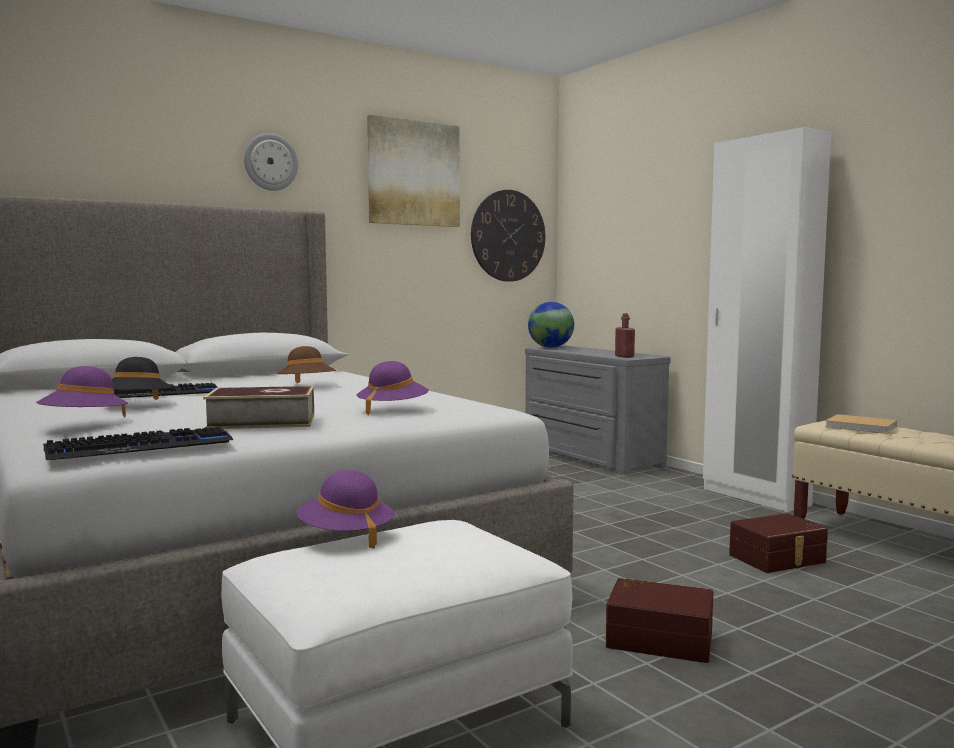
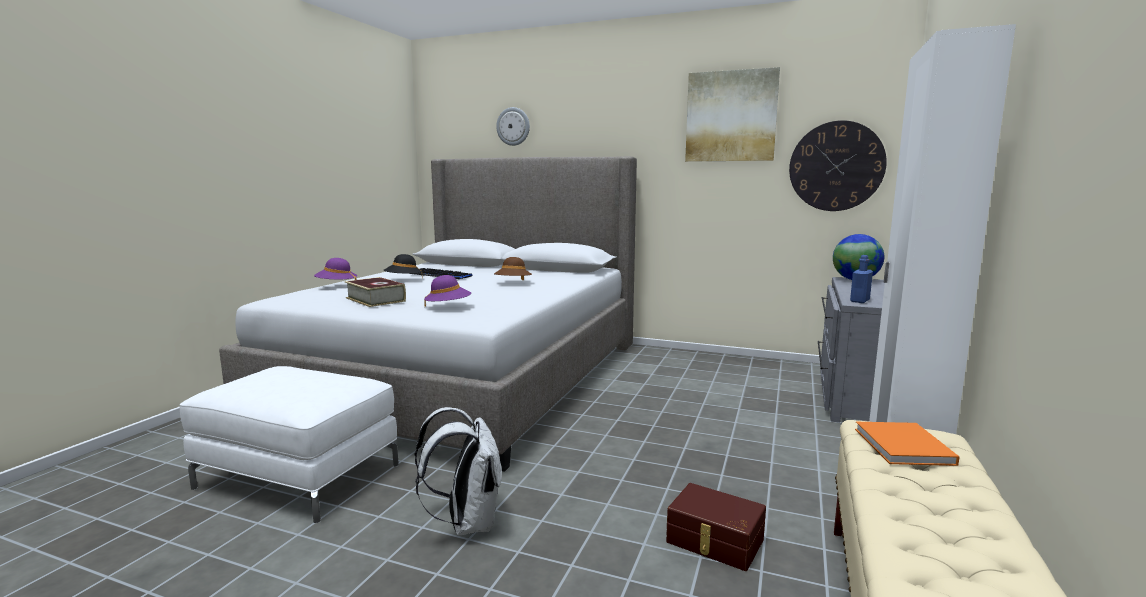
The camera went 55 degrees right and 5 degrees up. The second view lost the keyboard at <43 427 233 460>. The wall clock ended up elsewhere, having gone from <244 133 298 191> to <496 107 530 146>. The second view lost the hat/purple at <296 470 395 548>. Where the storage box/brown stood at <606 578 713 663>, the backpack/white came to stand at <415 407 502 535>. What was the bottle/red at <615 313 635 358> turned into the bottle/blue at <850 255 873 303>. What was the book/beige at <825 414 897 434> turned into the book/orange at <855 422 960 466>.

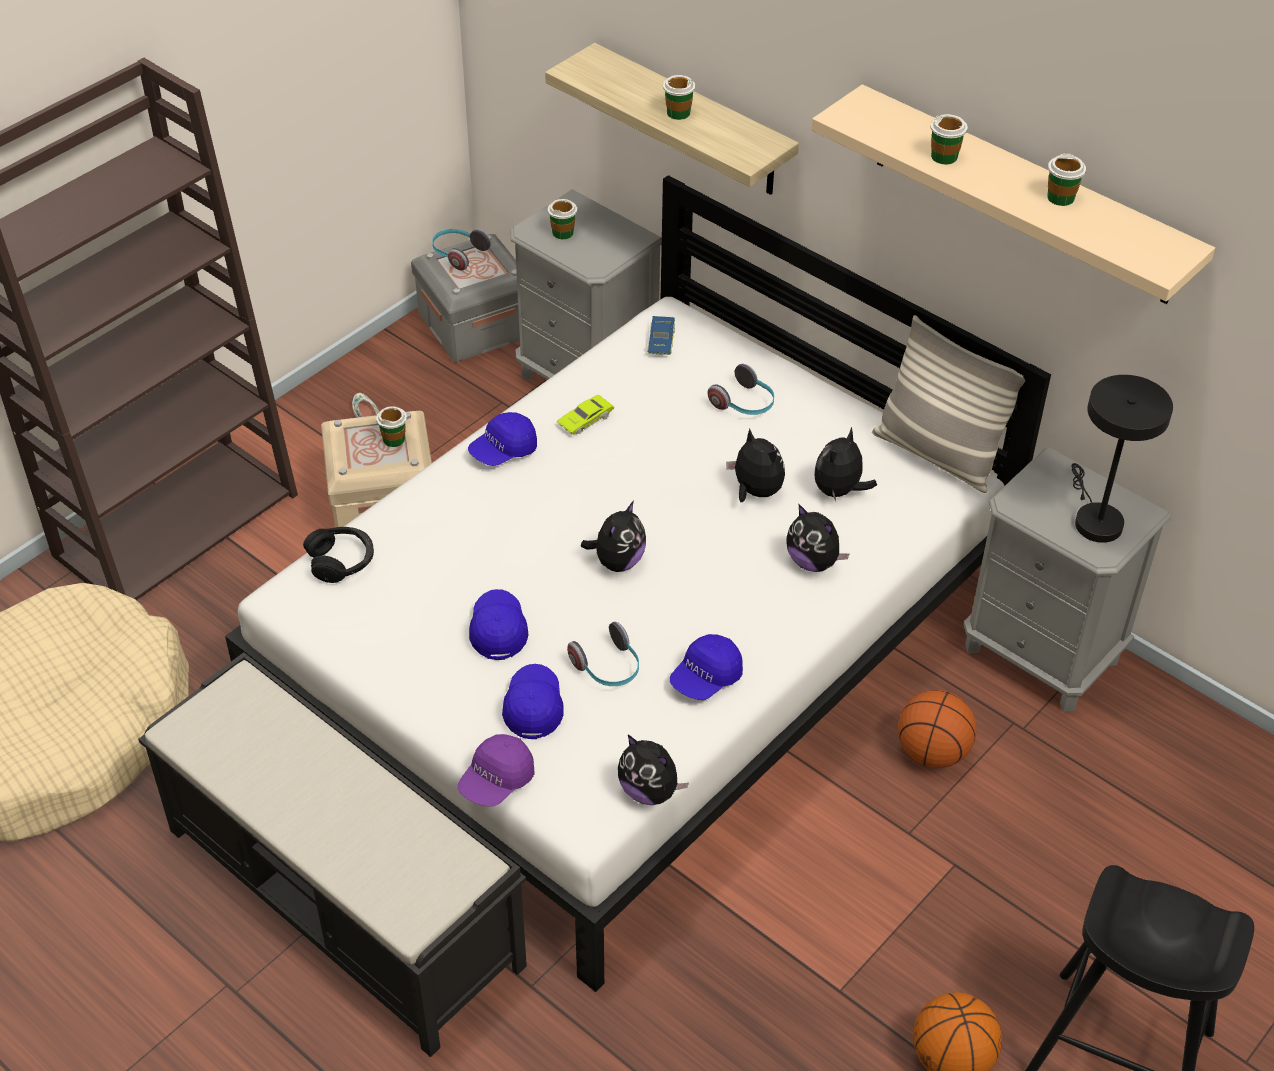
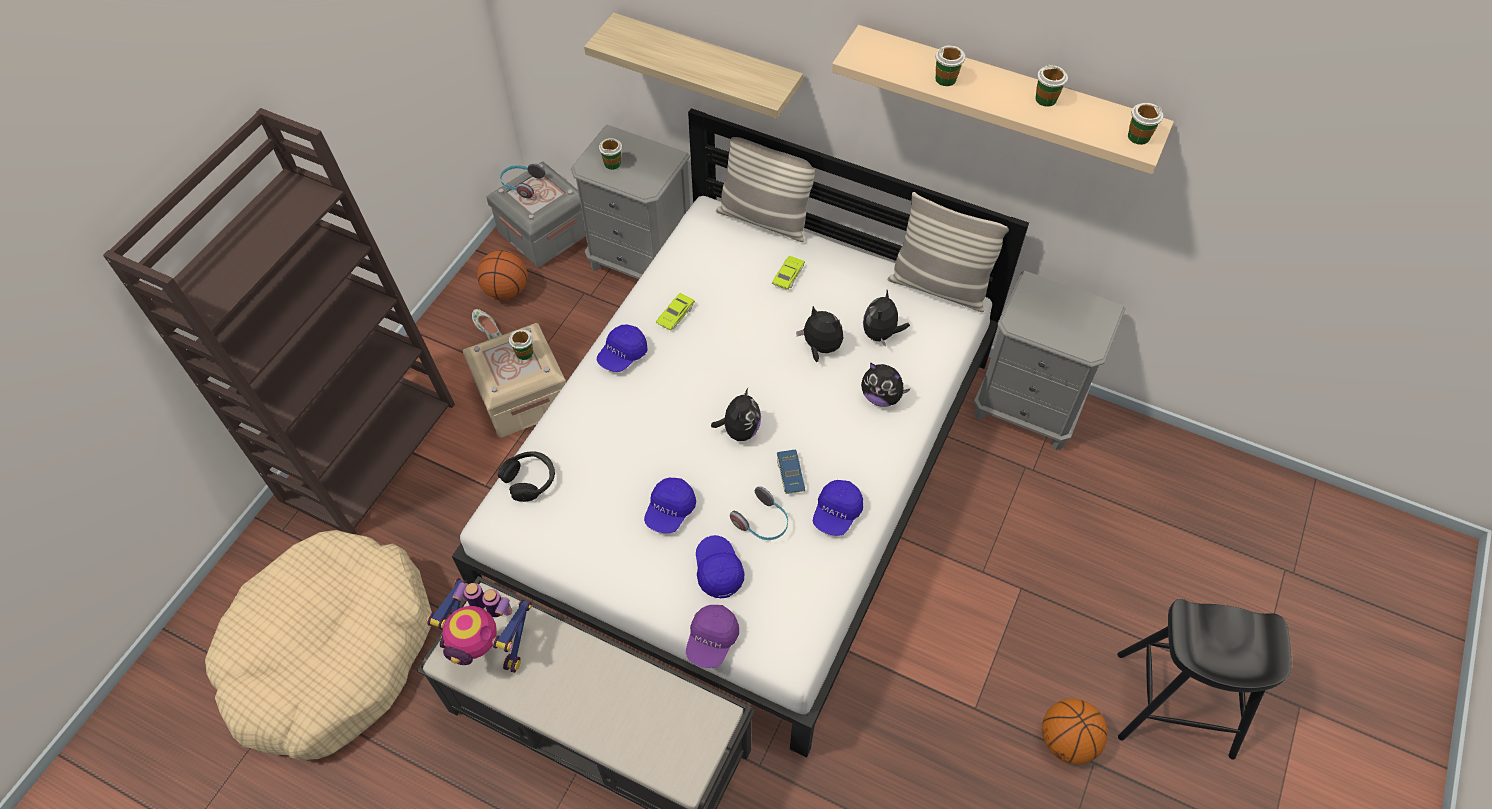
The camera went 15 degrees left and 10 degrees up. The cap/blue at <469 589 529 660> ended up facing another way, 135 degrees counterclockwise from before. The second view lost the plush toy at <618 735 689 805>. The toy car/blue ended up elsewhere, having gone from <647 316 675 355> to <777 449 805 494>. The cup ended up elsewhere, having gone from <663 75 695 120> to <1128 103 1163 145>. Where the headphones stood at <707 364 774 415>, the toy car/green came to stand at <772 256 805 290>. The basketball ended up elsewhere, having gone from <898 690 976 768> to <477 250 528 300>. The second view lost the table lamp/black at <1071 375 1173 543>. The second view gained the toy robot at <426 578 532 673>. The second view gained the pillow at <716 137 815 242>.

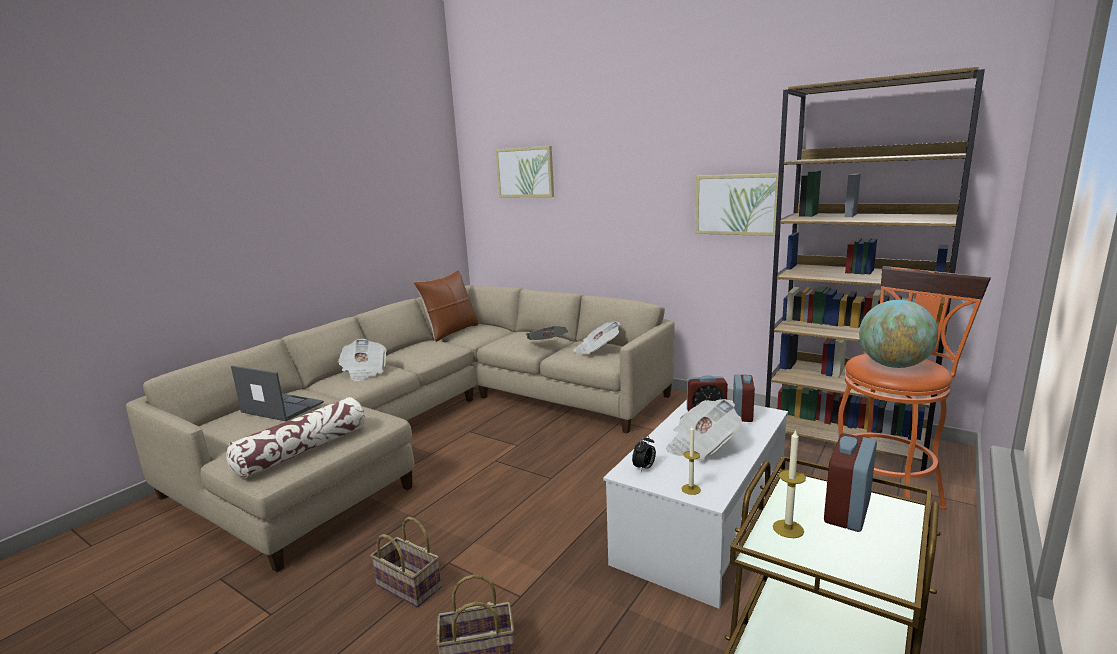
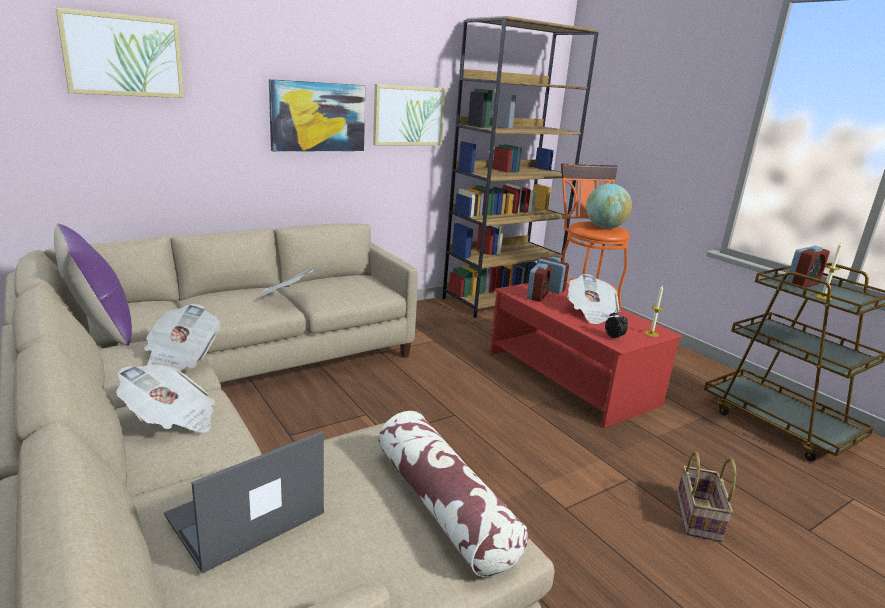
The camera went 70 degrees left and 5 degrees up. The second view lost the basket at <371 517 441 608>. What was the pillow/brown at <413 270 478 342> turned into the pillow/purple at <54 223 132 345>. The newspaper ended up elsewhere, having gone from <573 321 620 355> to <144 304 221 370>. What was the coffee table/white at <603 400 788 609> turned into the coffee table/red at <490 283 683 428>. The alarm clock at <824 433 877 532> ended up facing another way, 90 degrees counterclockwise from before. The second view gained the picture at <269 79 365 152>.

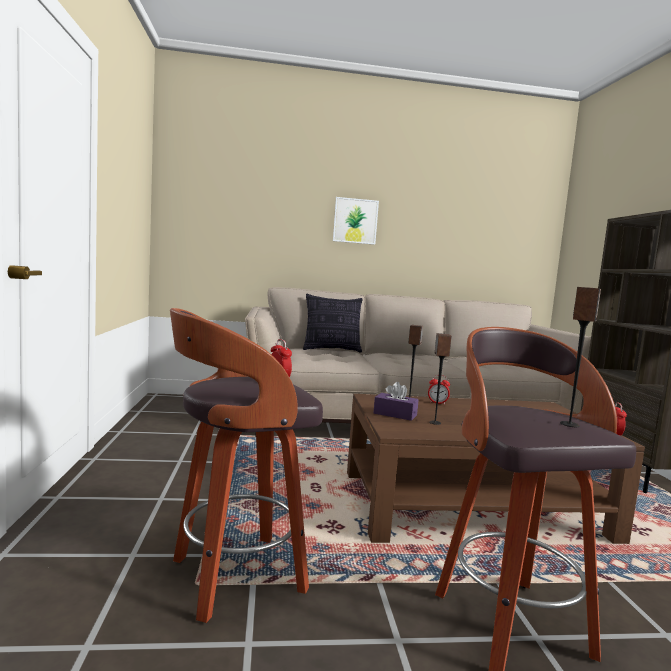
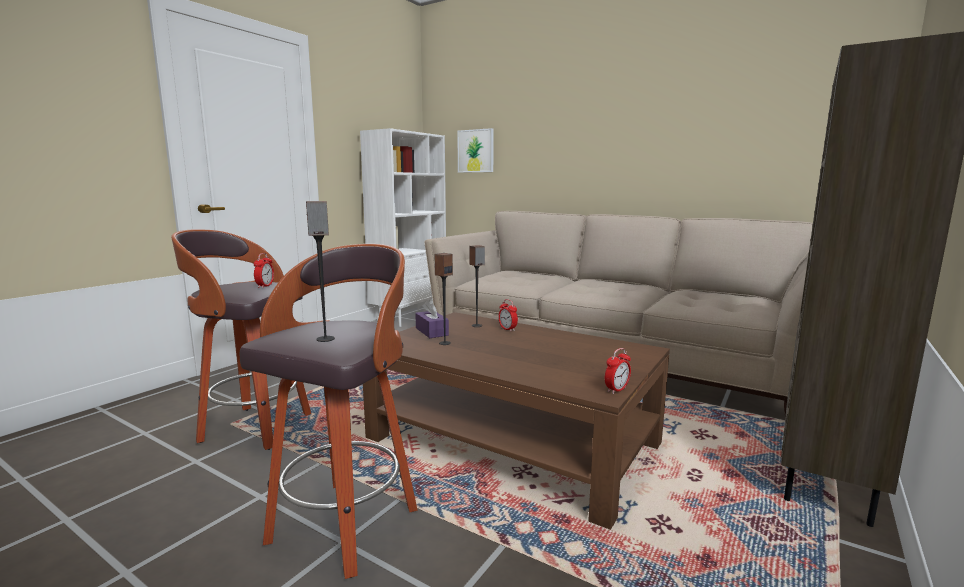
The camera went 40 degrees right and 5 degrees up. The second view lost the pillow at <303 294 363 353>. The picture ended up elsewhere, having gone from <333 197 379 245> to <457 128 494 173>. The second view gained the bookcase/white at <360 128 446 327>.

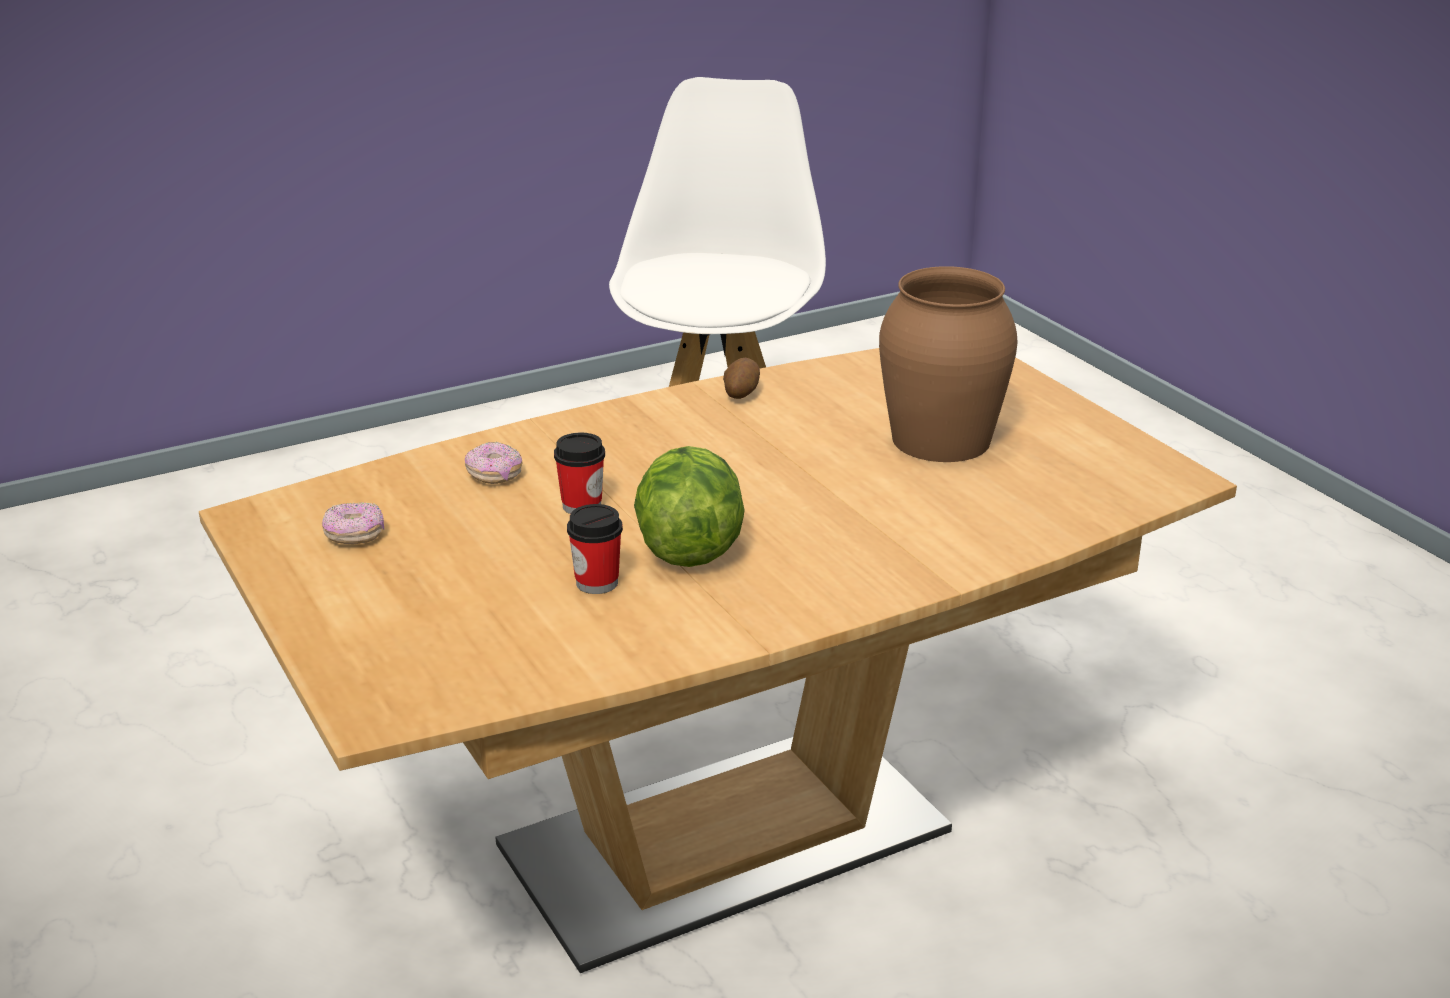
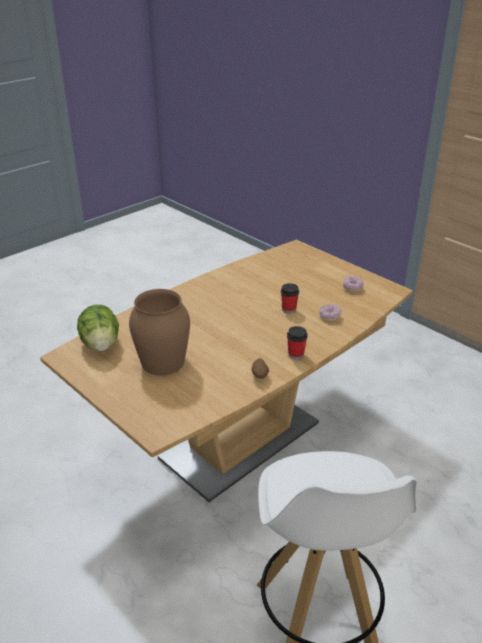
The camera went 165 degrees right and 5 degrees up. The cup ended up elsewhere, having gone from <567 504 623 594> to <287 326 308 359>. The lettuce ended up elsewhere, having gone from <634 446 745 567> to <77 305 119 351>.

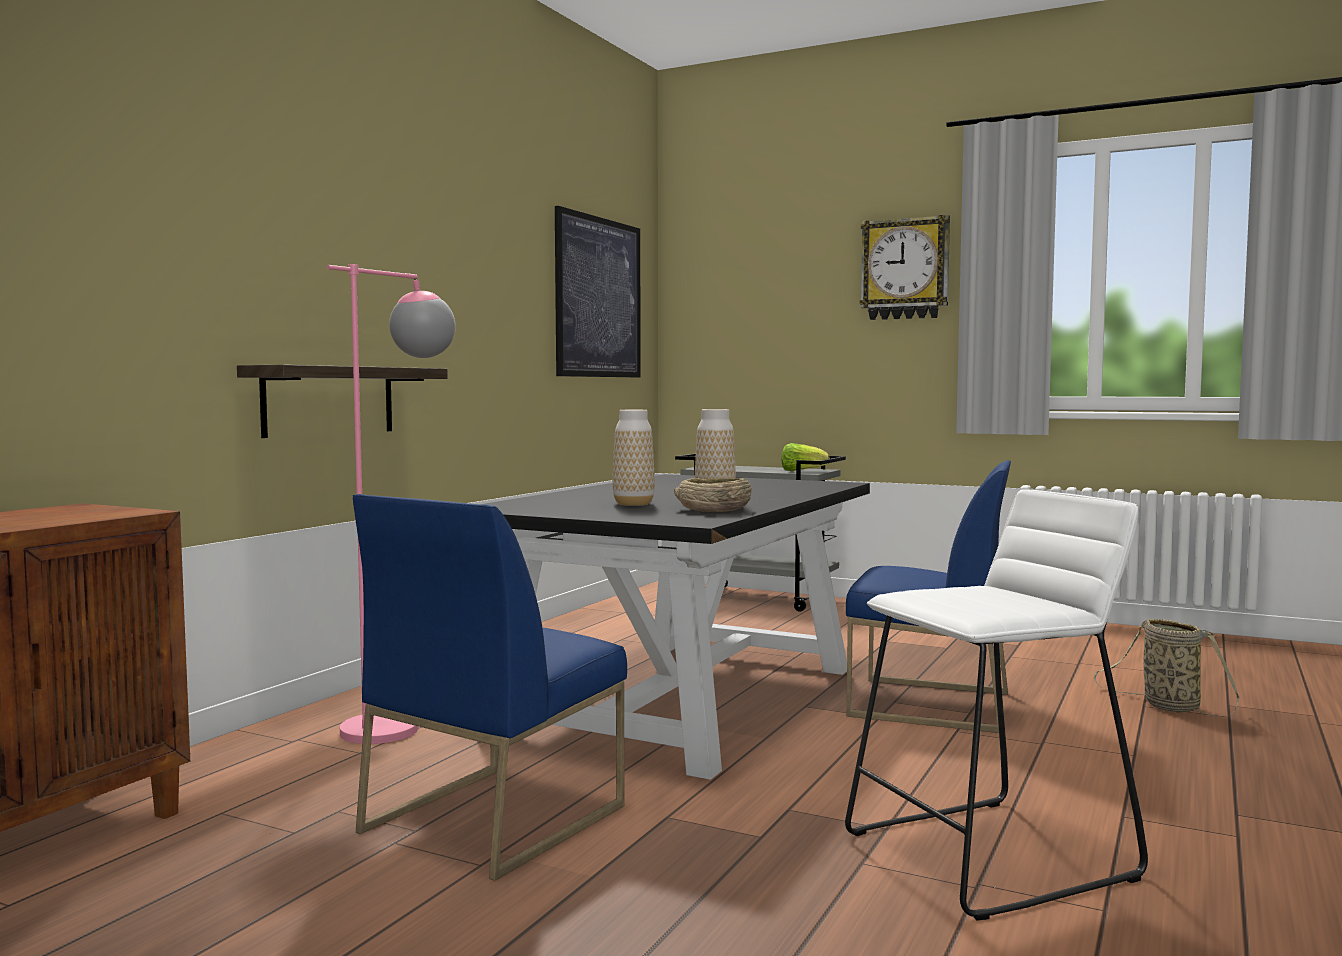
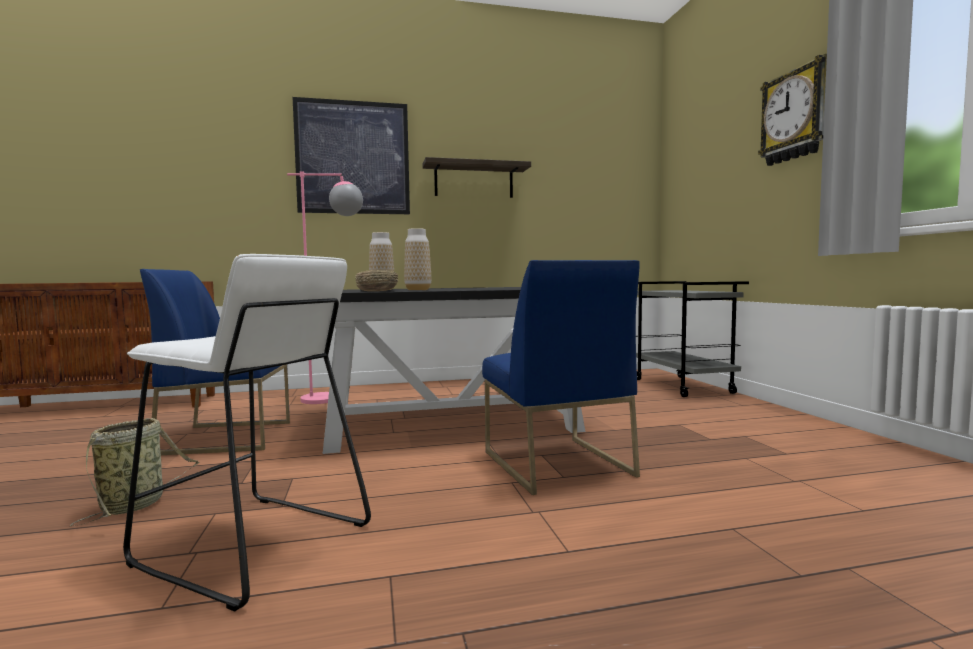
The camera went 50 degrees right and 0 degrees up. The shelf ended up elsewhere, having gone from <237 365 448 438> to <422 157 531 198>. The picture ended up elsewhere, having gone from <555 206 641 378> to <293 97 410 214>. The second view lost the lettuce at <782 443 830 471>. The basket ended up elsewhere, having gone from <1094 619 1239 717> to <70 418 200 526>.

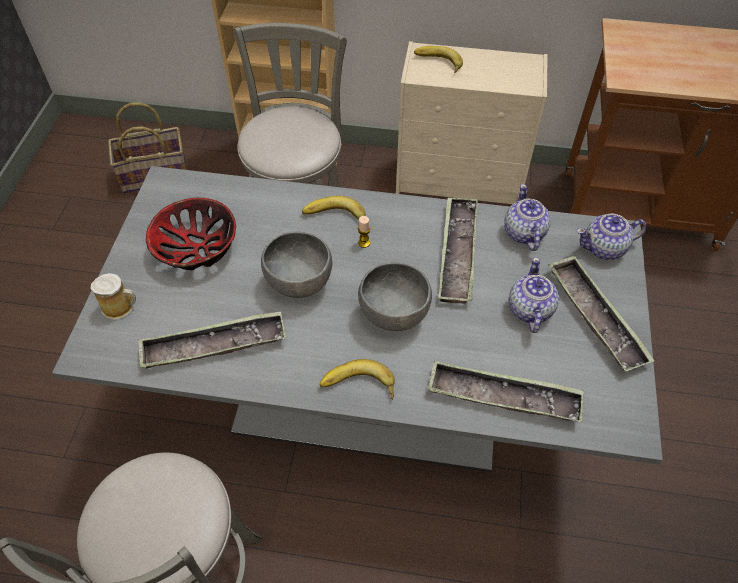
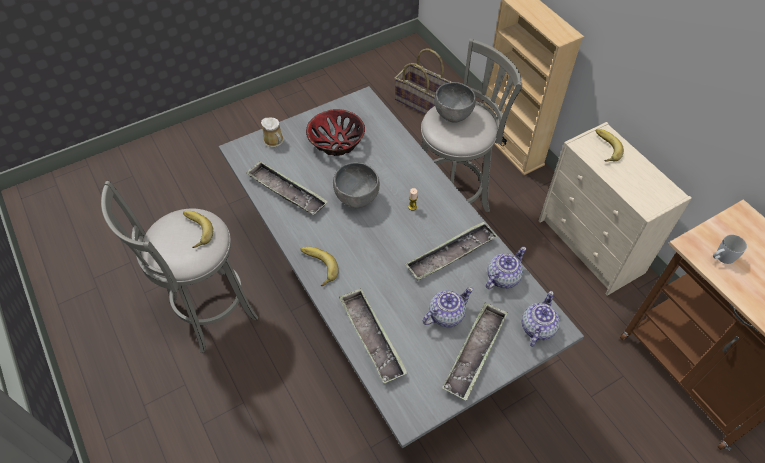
The camera went 50 degrees right and 0 degrees up. The banana ended up elsewhere, having gone from <302 196 365 220> to <183 211 213 248>. The bowl/grey ended up elsewhere, having gone from <358 262 432 331> to <434 82 476 123>. The teapot at <576 214 647 260> ended up facing another way, 75 degrees clockwise from before. The second view gained the mug/white at <713 235 747 264>.

